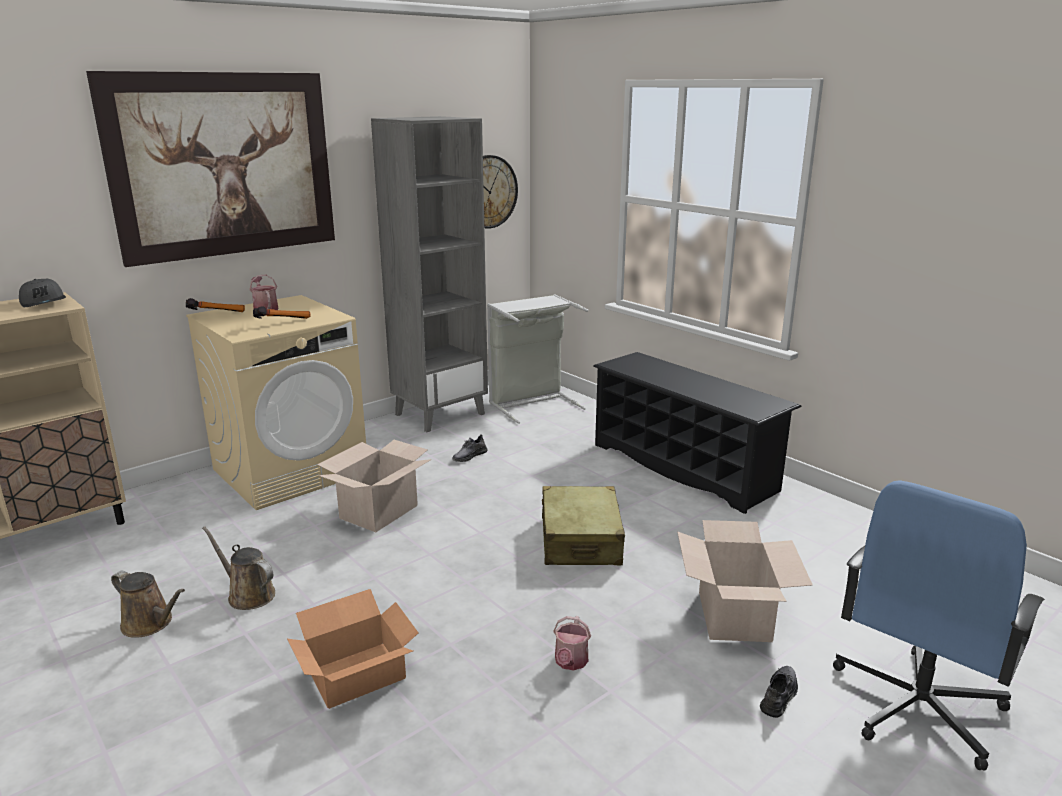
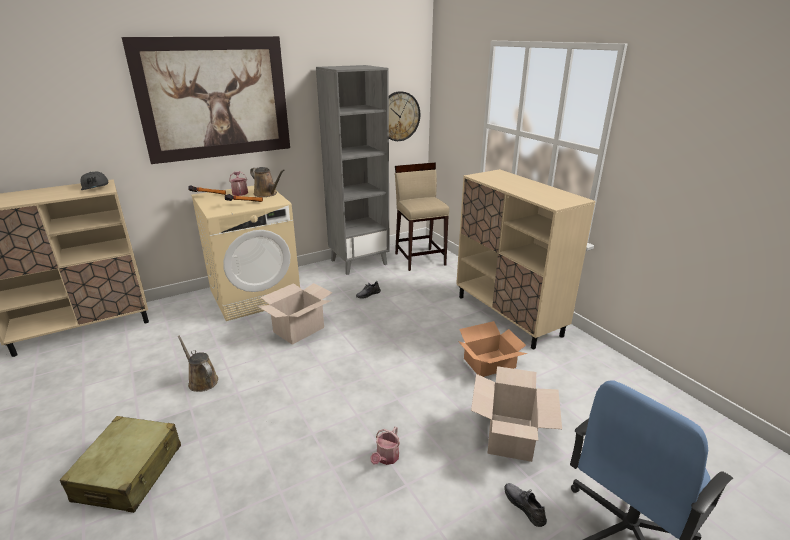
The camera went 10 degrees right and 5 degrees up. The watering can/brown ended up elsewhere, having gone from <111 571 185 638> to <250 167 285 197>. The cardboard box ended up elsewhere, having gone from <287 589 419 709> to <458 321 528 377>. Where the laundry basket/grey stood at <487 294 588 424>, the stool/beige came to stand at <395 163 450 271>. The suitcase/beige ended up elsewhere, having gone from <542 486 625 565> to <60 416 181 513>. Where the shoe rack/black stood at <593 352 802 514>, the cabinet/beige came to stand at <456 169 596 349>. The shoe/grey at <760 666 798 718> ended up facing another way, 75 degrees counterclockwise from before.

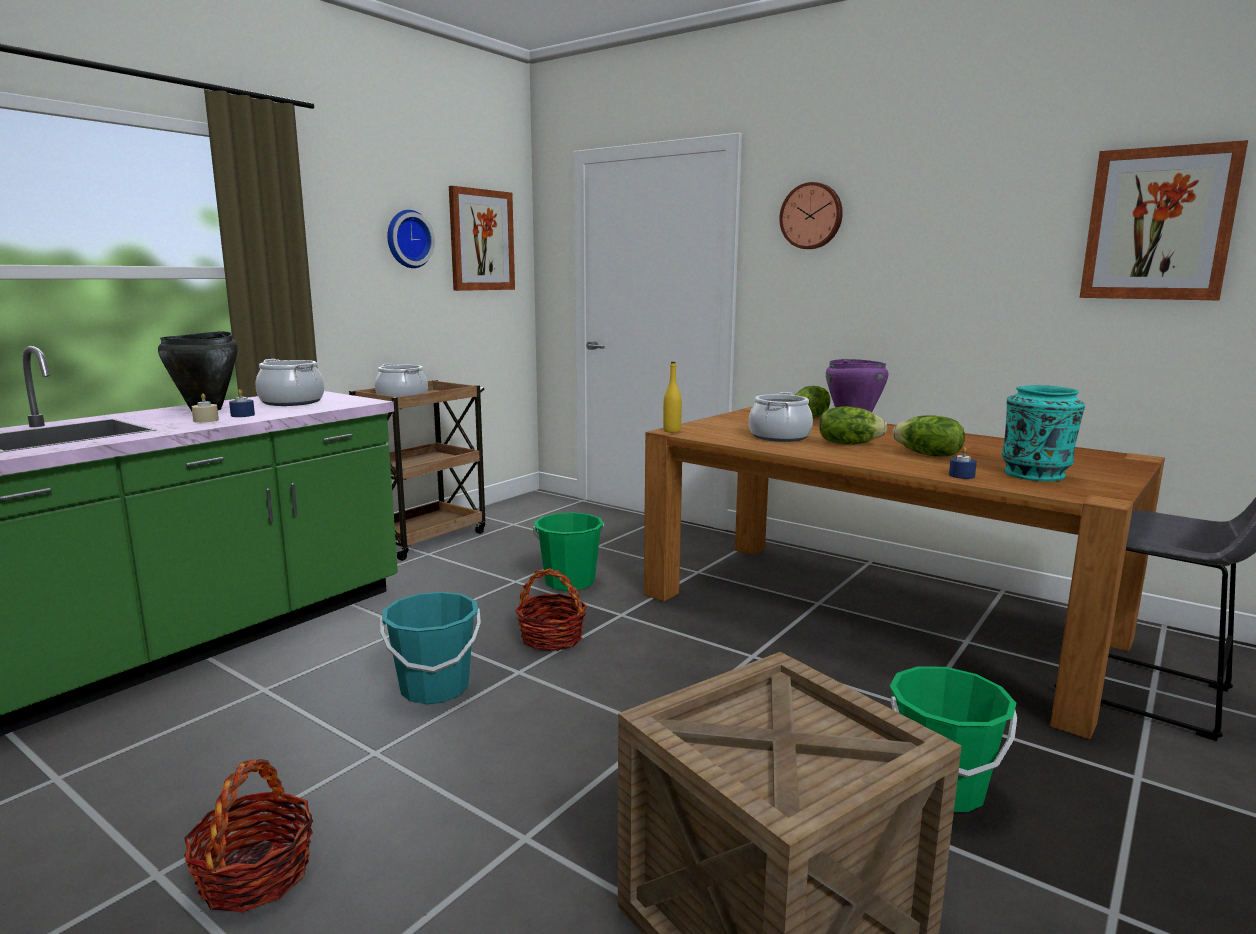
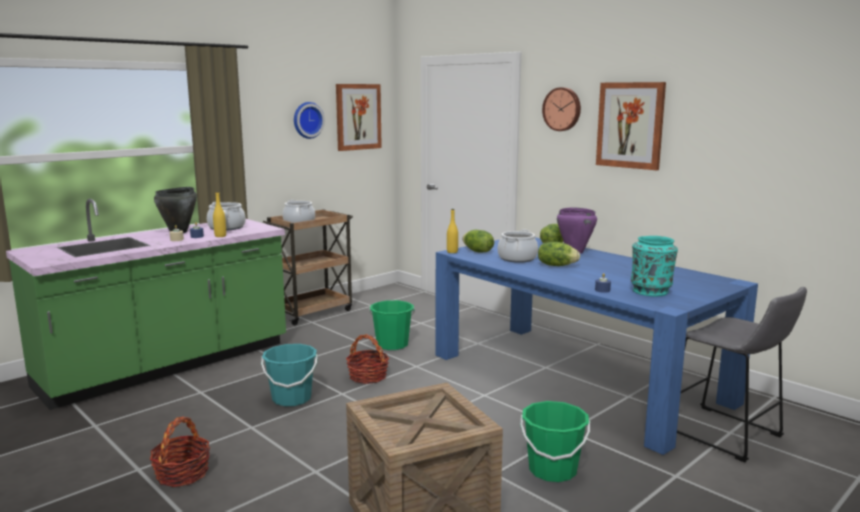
The camera went 10 degrees right and 0 degrees up. What was the dining table/brown at <644 407 1165 739> turned into the dining table/blue at <435 237 758 455>. The lettuce ended up elsewhere, having gone from <893 415 965 457> to <462 230 494 252>. The picture ended up elsewhere, having gone from <1080 140 1248 301> to <596 82 666 170>. The second view gained the bottle/yellow at <213 192 226 237>.

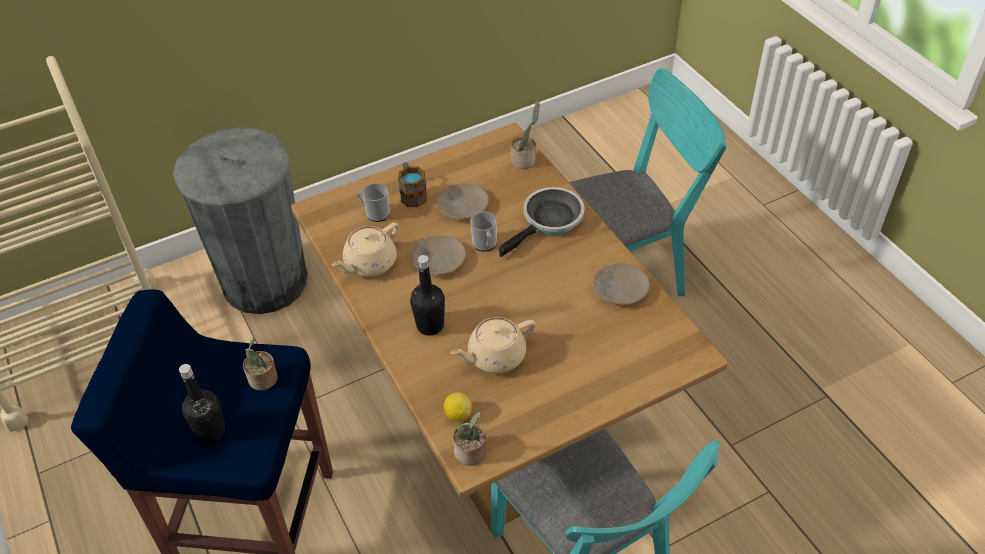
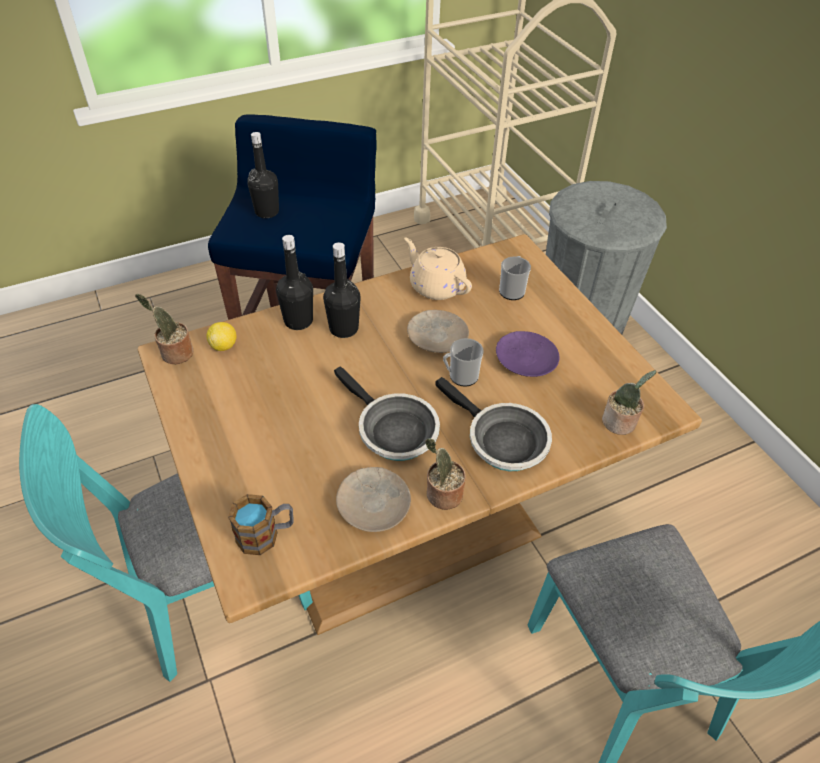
The camera went 90 degrees right and 0 degrees up. The potted plant ended up elsewhere, having gone from <243 338 278 391> to <425 438 466 510>. The mug ended up elsewhere, having gone from <398 162 427 207> to <228 494 294 555>. What was the plate/beige at <438 183 489 219> turned into the plate/purple at <496 331 560 377>. The second view lost the teapot/beige at <451 317 536 373>. The second view gained the bottle/black at <276 235 313 330>. The second view gained the frying pan at <334 366 440 461>.

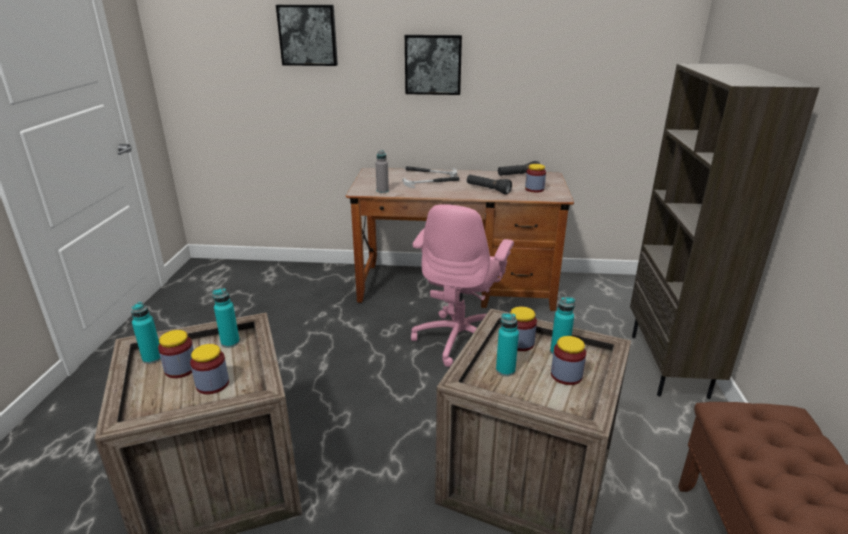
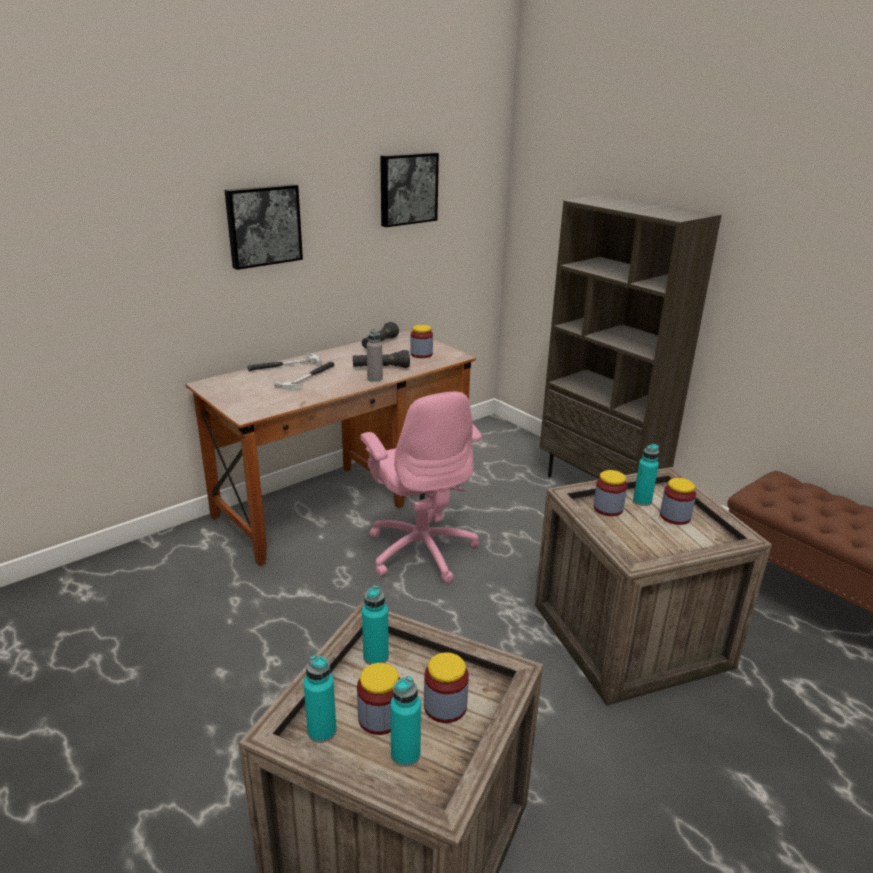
The camera went 45 degrees left and 0 degrees up. The picture ended up elsewhere, having gone from <276 5 338 66> to <380 152 439 227>. The bottle/grey ended up elsewhere, having gone from <376 150 389 193> to <367 329 383 382>. The bottle/turquoise ended up elsewhere, having gone from <496 313 519 376> to <390 676 421 767>.

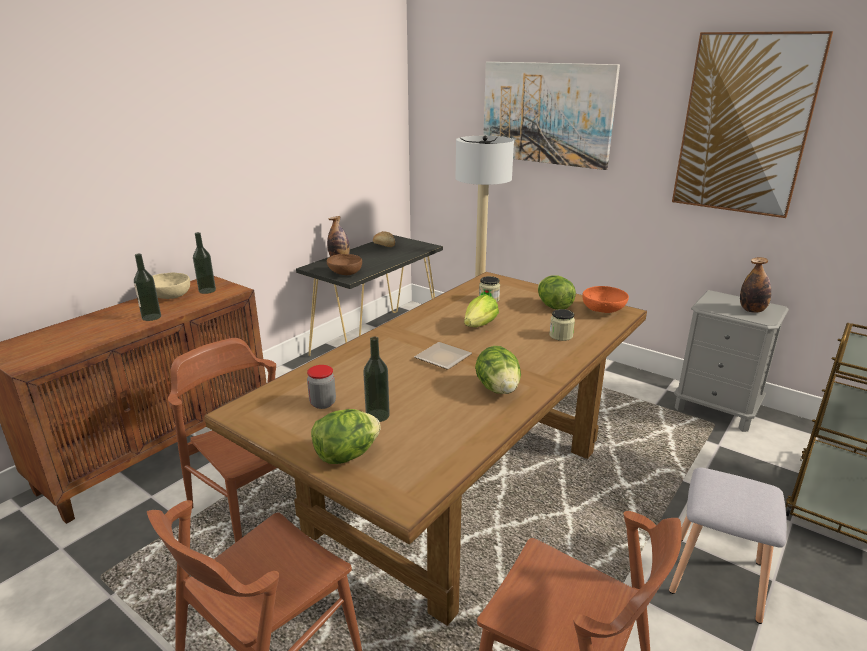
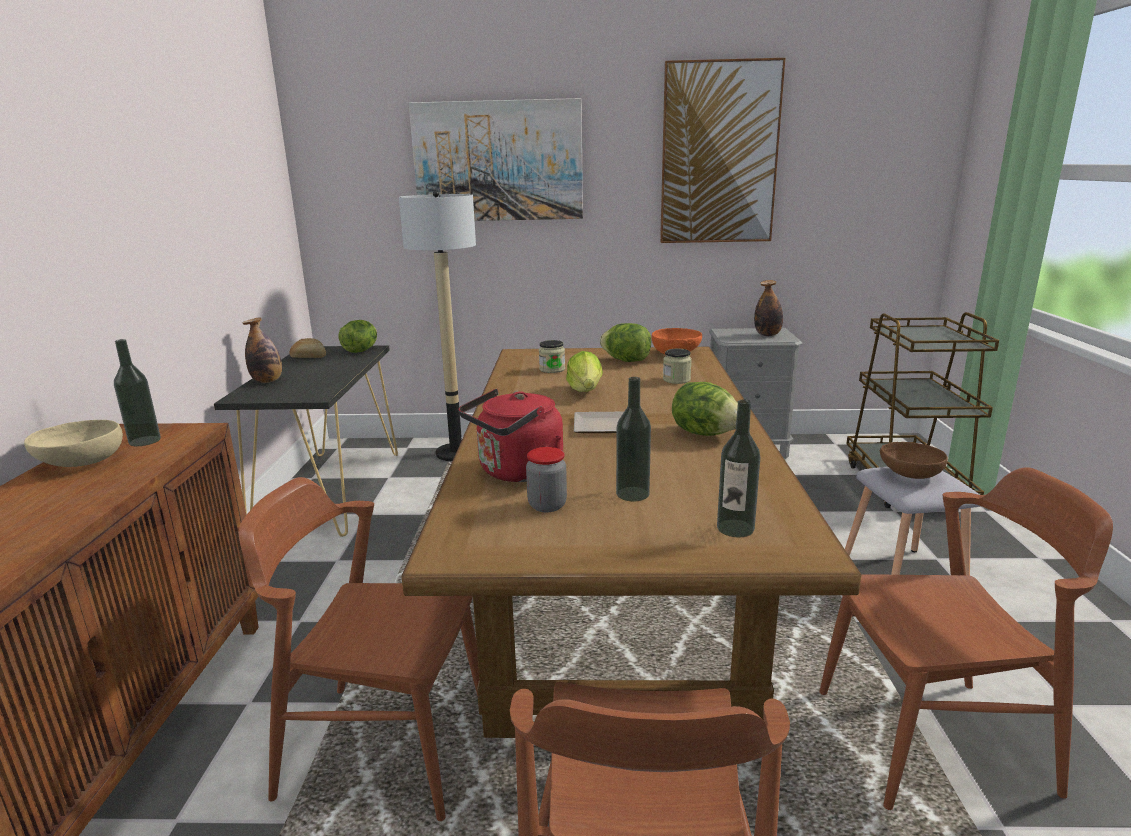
The camera went 35 degrees left and 5 degrees down. The bottle ended up elsewhere, having gone from <134 253 161 321> to <717 399 760 538>. The lettuce ended up elsewhere, having gone from <311 409 381 464> to <339 320 377 353>. The bowl/brown ended up elsewhere, having gone from <327 254 362 275> to <880 442 948 479>. The second view gained the kettle/red at <458 389 563 482>.

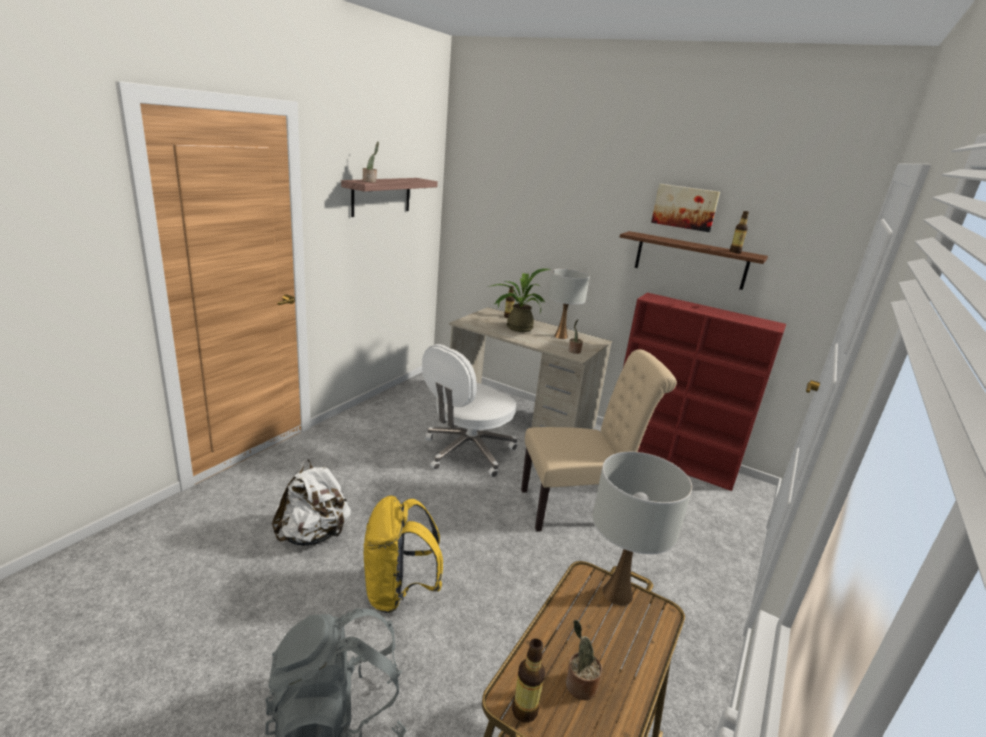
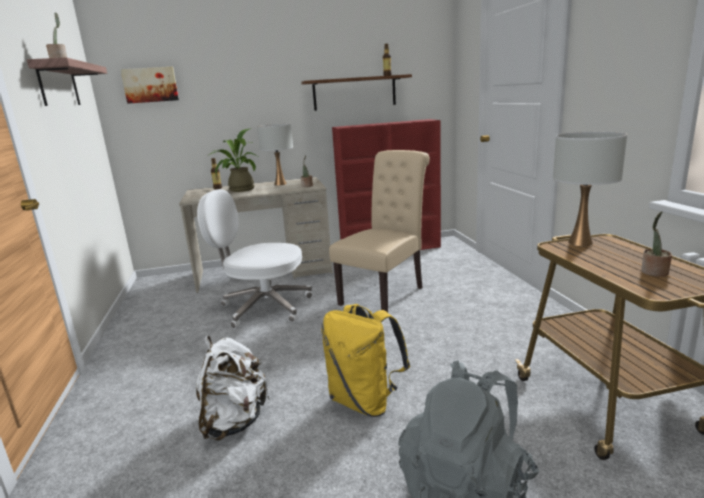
The camera went 40 degrees left and 5 degrees down. The office chair/white at <422 344 517 477> ended up facing another way, 105 degrees clockwise from before. The second view lost the bottle at <512 638 545 723>. The picture ended up elsewhere, having gone from <651 184 720 232> to <120 67 179 104>.

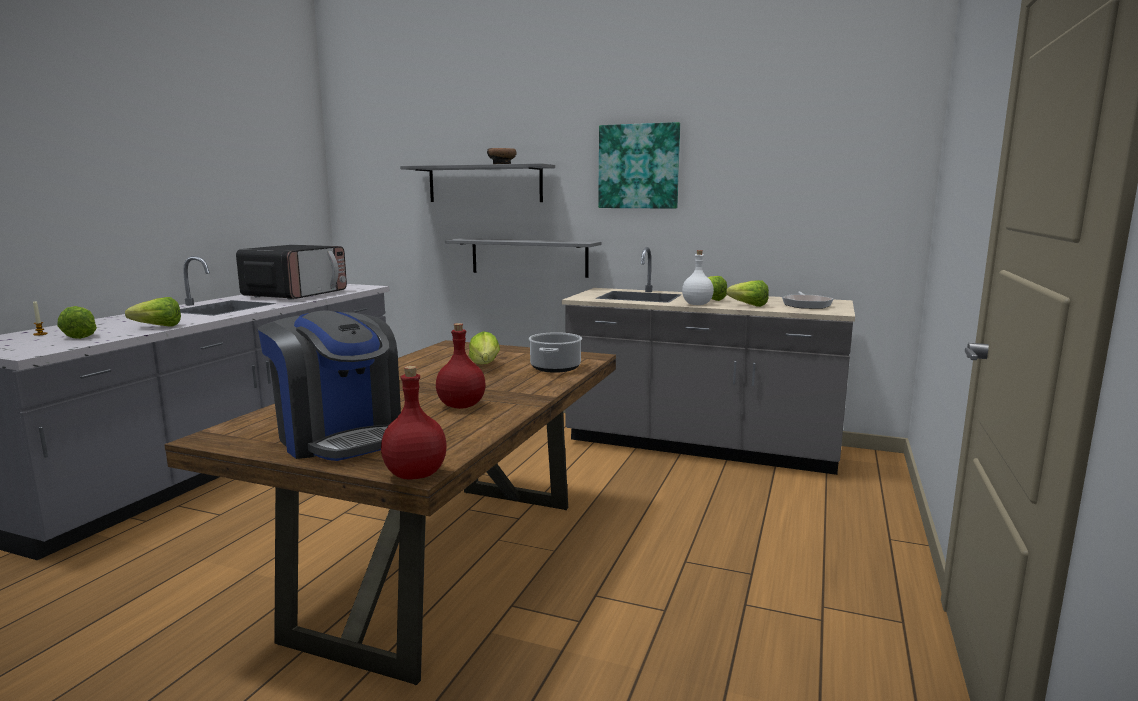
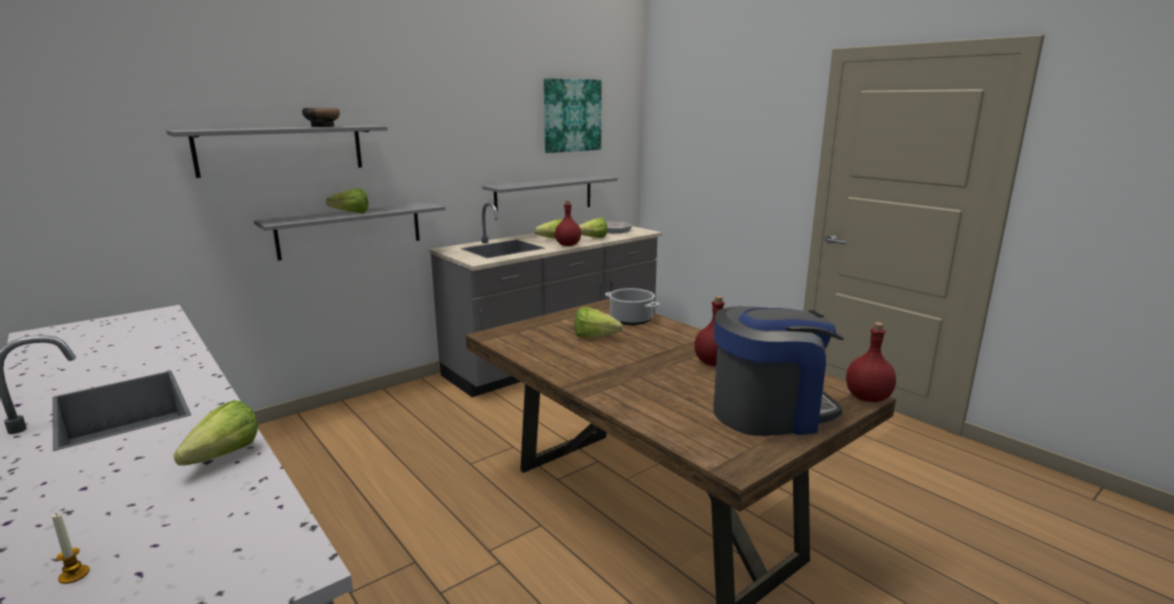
The camera went 60 degrees left and 5 degrees up. The lettuce ended up elsewhere, having gone from <57 306 97 339> to <326 188 368 213>. The second view lost the microwave at <236 245 347 300>. The picture ended up elsewhere, having gone from <598 122 680 209> to <544 78 602 153>. What was the bottle/white at <682 250 714 305> turned into the bottle/red at <555 200 581 246>. The second view gained the shelf/grey at <482 175 618 213>.

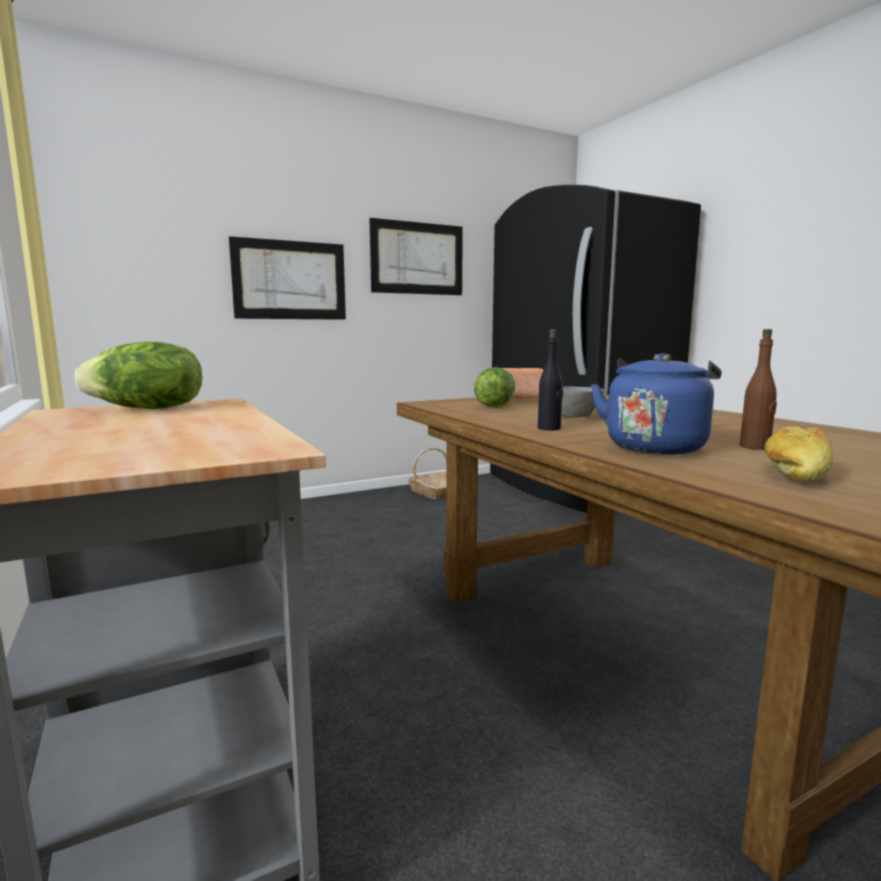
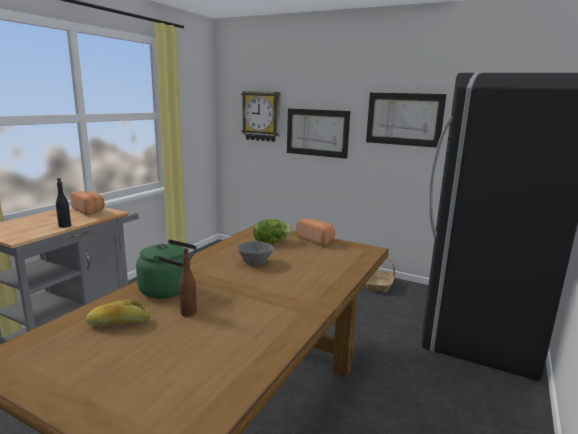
The camera went 55 degrees right and 5 degrees up. Where the lettuce stood at <75 342 202 409>, the bread came to stand at <70 191 105 215>. The bottle/black ended up elsewhere, having gone from <538 329 563 430> to <56 178 71 228>. What was the kettle/blue at <591 353 722 455> turned into the kettle/green at <136 240 196 299>. The second view gained the wall clock at <241 91 281 142>.

